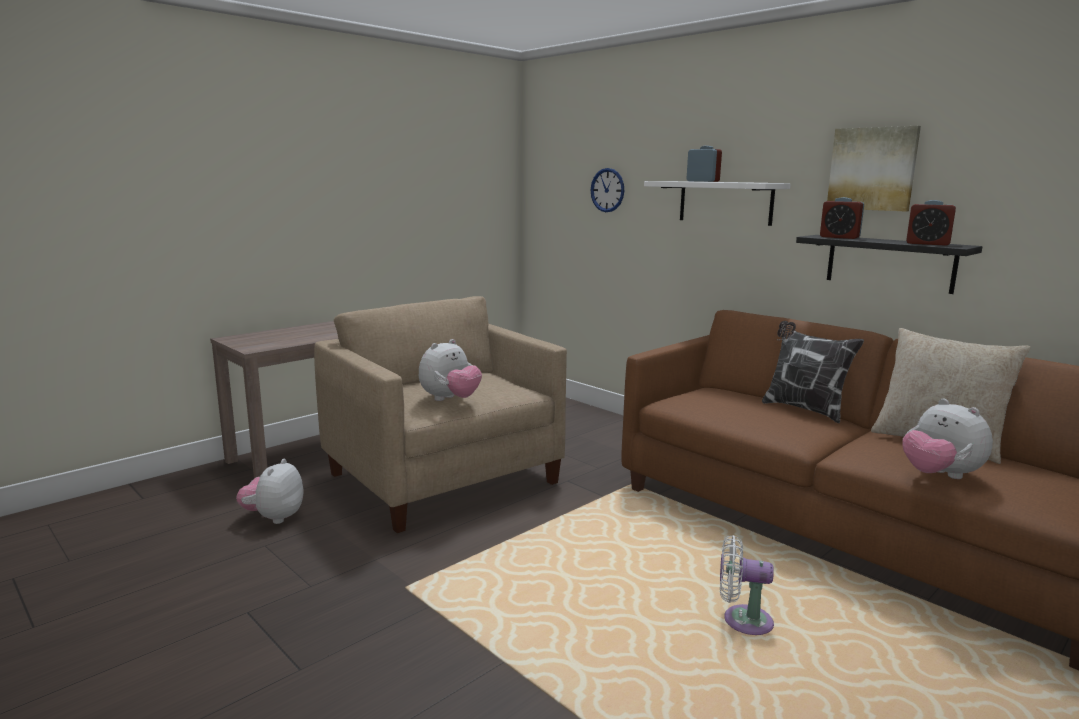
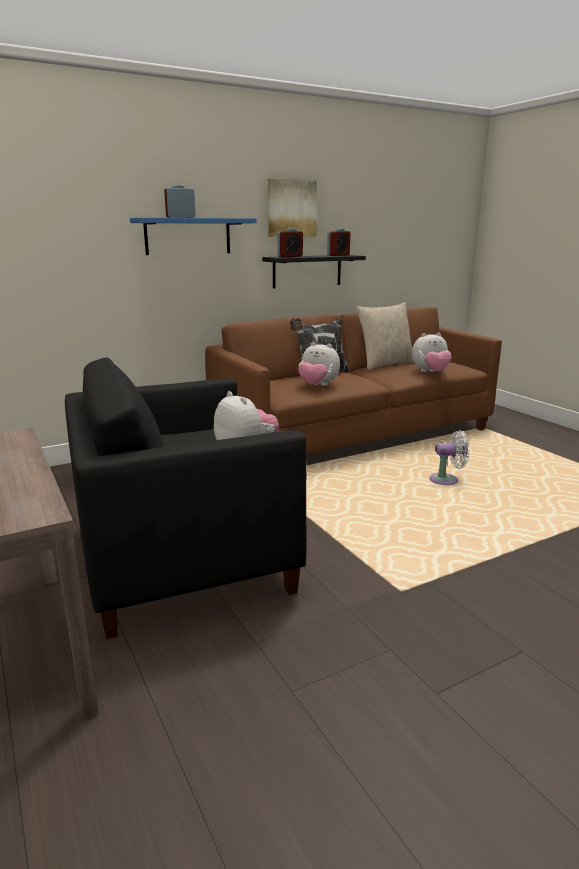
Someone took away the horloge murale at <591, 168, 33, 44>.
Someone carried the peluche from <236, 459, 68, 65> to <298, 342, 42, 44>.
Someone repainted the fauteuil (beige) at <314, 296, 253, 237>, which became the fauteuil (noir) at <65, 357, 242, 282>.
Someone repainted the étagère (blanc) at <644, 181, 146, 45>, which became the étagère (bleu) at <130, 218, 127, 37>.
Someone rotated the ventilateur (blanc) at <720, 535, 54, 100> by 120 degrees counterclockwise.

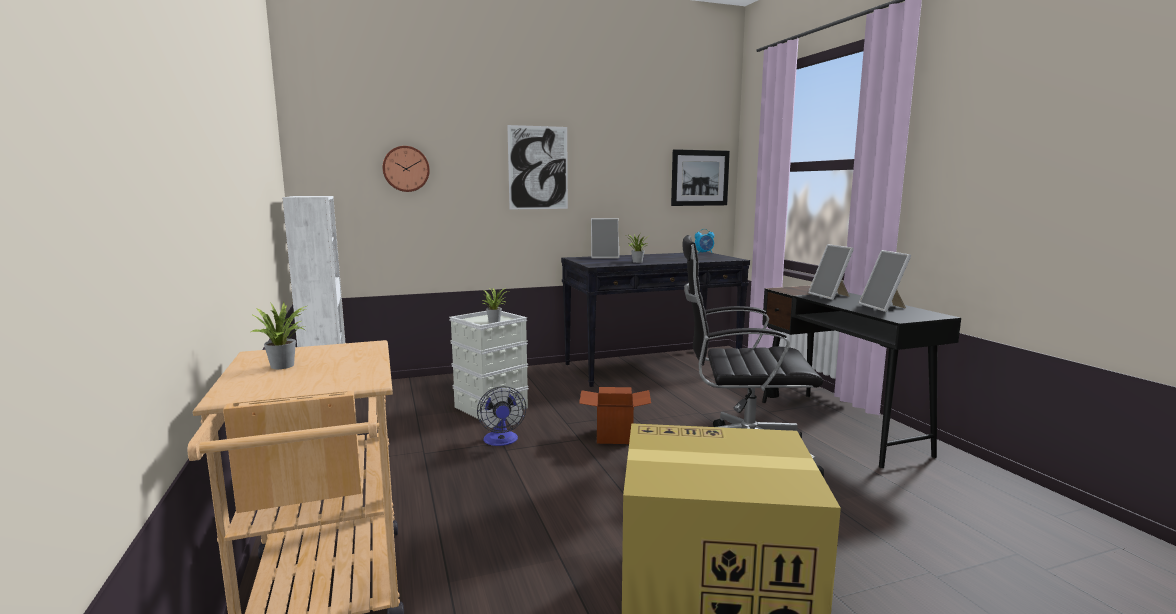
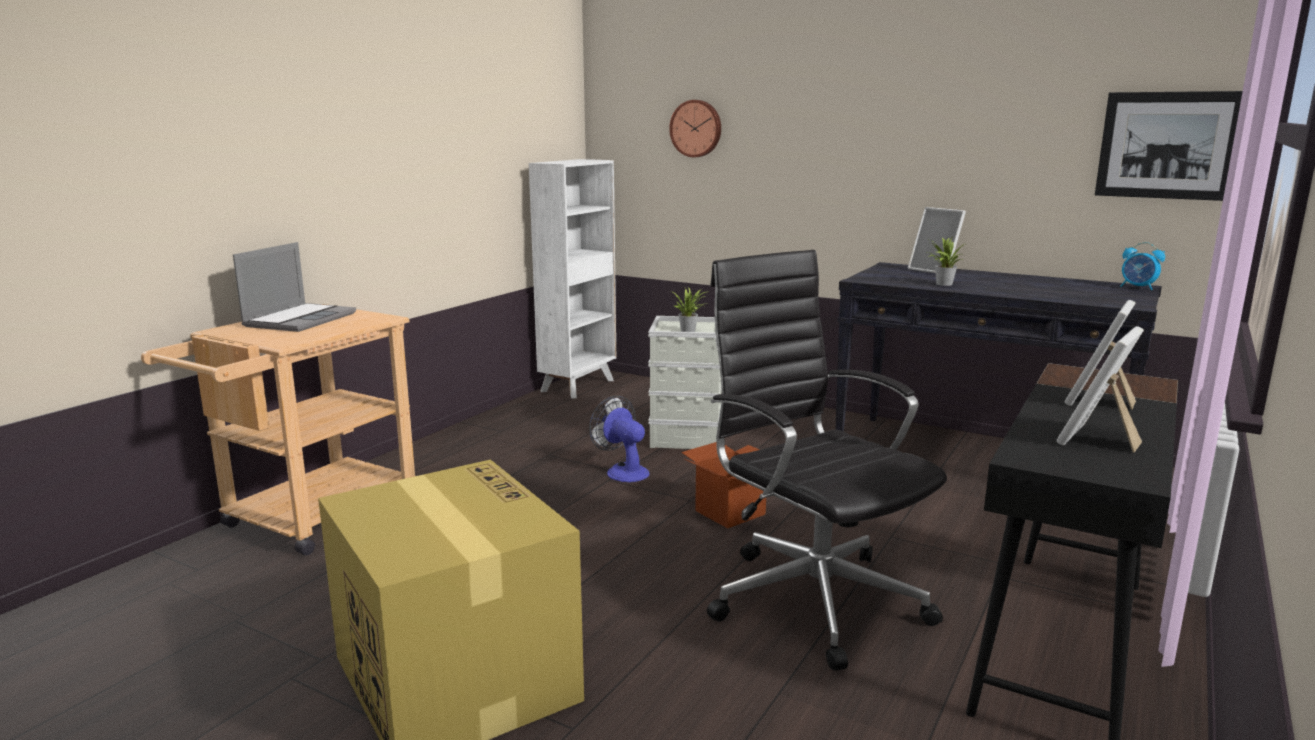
Someone took away the tableau at <507, 125, 61, 84>.
Someone swapped the plante en pot at <251, 302, 55, 67> for the ordinateur portable at <233, 242, 123, 90>.
Someone rotated the ventilateur at <477, 386, 49, 60> by 105 degrees clockwise.

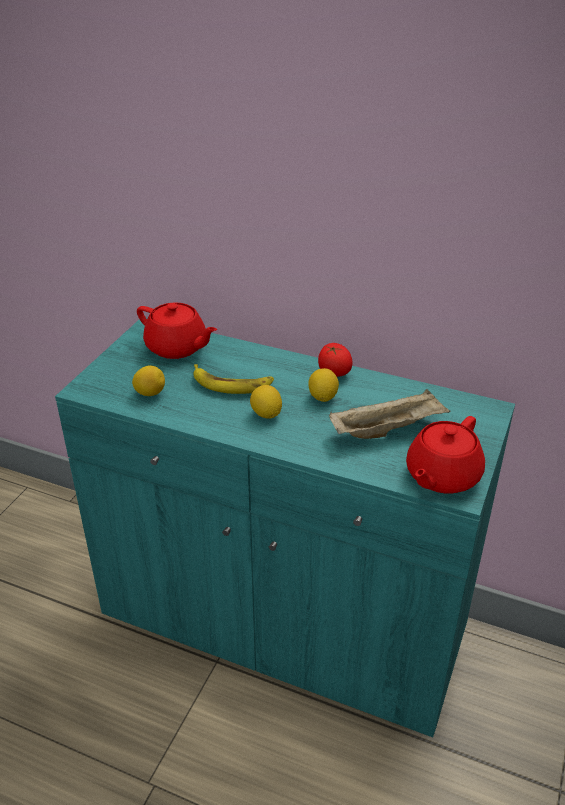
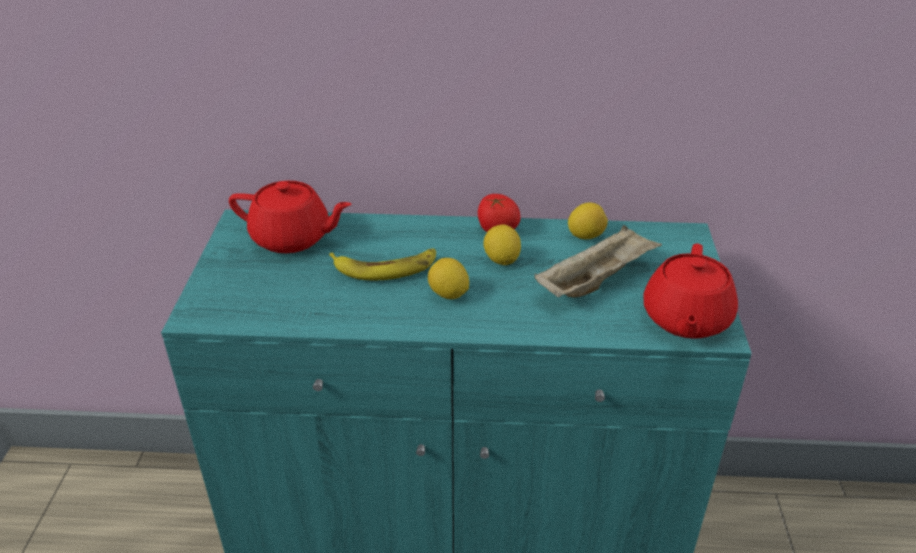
Someone carried the citron from <132, 366, 33, 30> to <568, 203, 40, 36>.

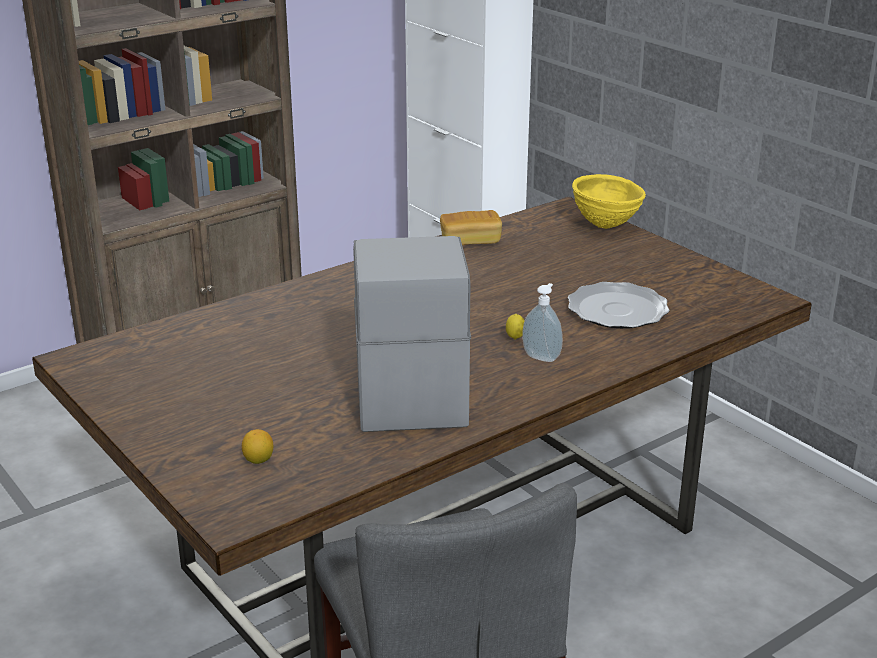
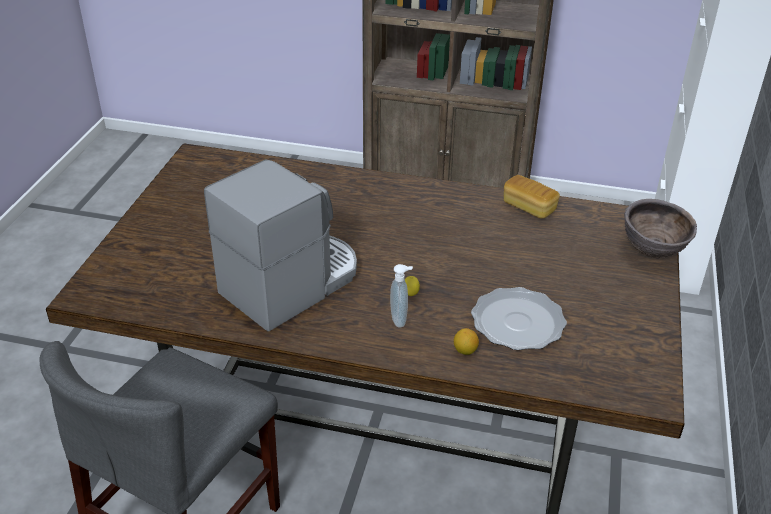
Someone carried the citron from <242, 429, 31, 35> to <454, 328, 25, 27>.
Someone repainted the bol (jaune) at <572, 174, 74, 55>, which became the bol (marron) at <624, 199, 73, 59>.

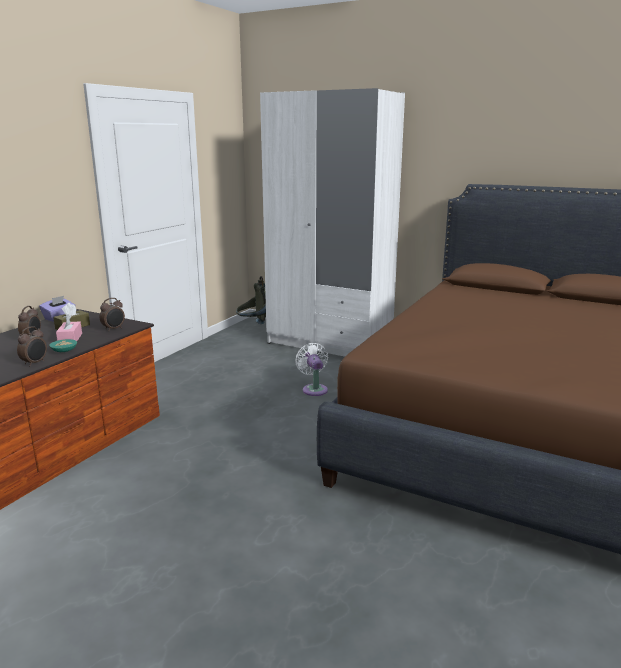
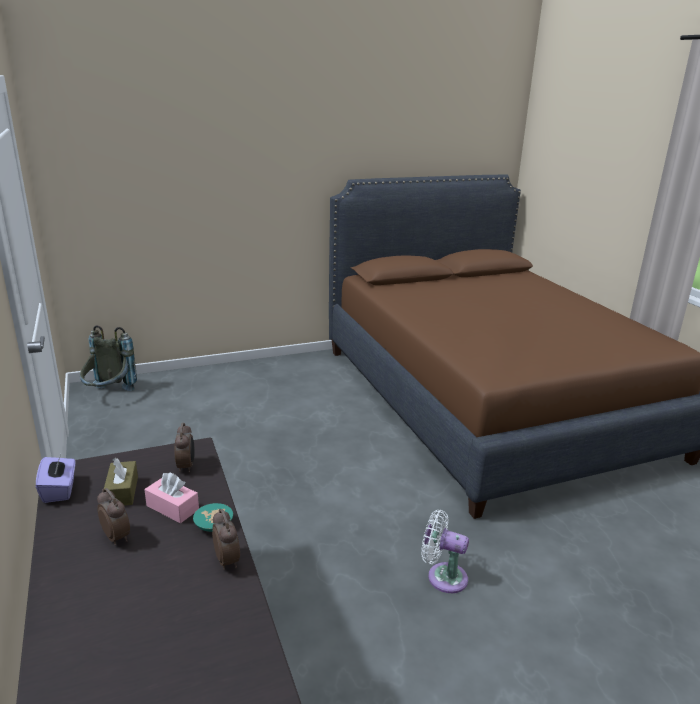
Someone took away the armoire (blanc) at <260, 88, 145, 269>.
Someone carried the ventilateur (blanc) from <295, 343, 33, 53> to <421, 510, 48, 83>.

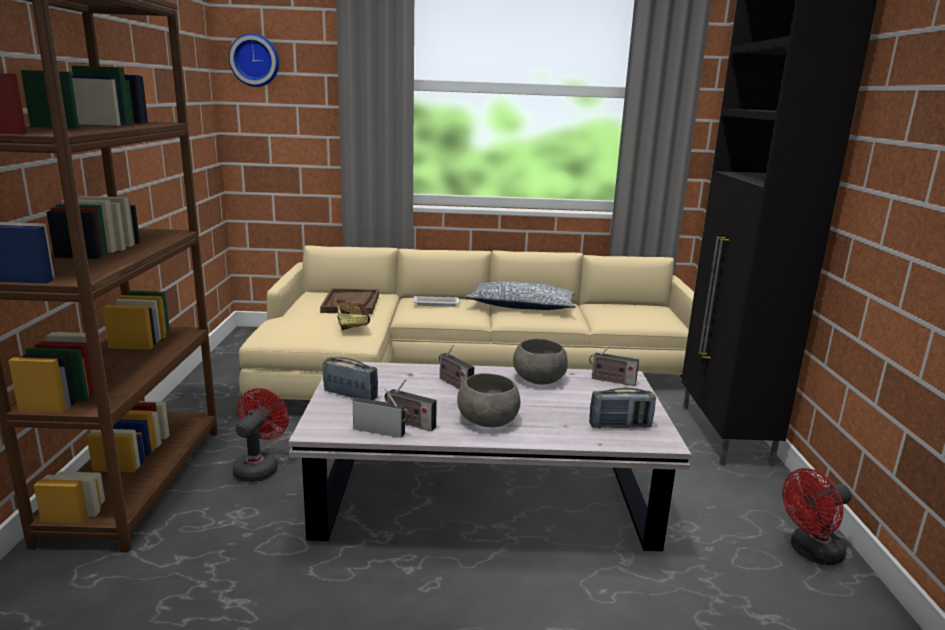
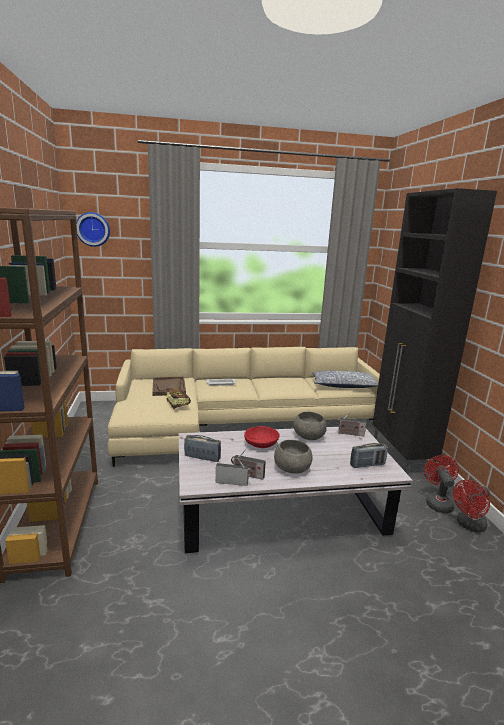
Someone carried the ventilateur (rouge) from <233, 388, 56, 94> to <424, 455, 35, 58>.
Someone carried the coussin from <465, 281, 111, 29> to <312, 371, 66, 17>.
Someone swapped the radio at <439, 345, 35, 44> for the bol (rouge) at <244, 426, 36, 22>.

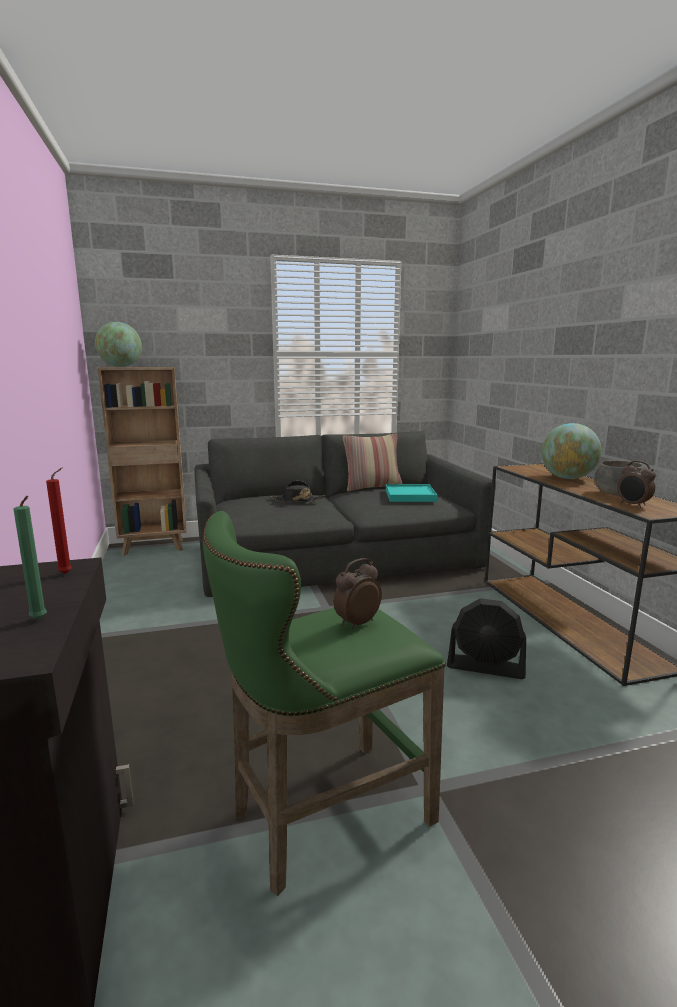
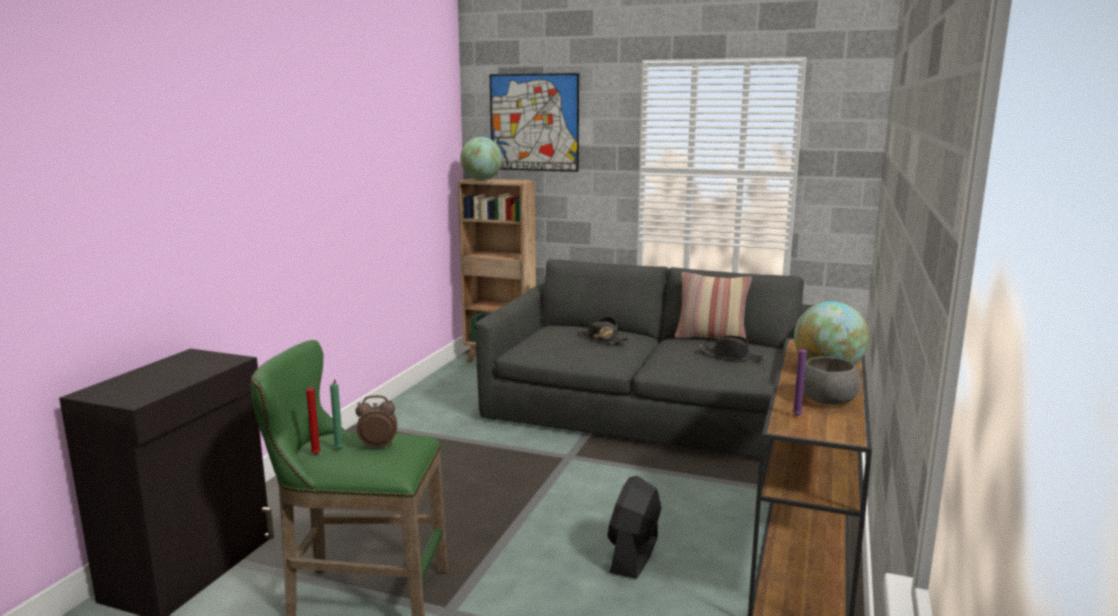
Someone put up the tableau at <490, 73, 89, 99>.
Someone carried the bougie (vert) from <13, 496, 34, 123> to <330, 380, 14, 69>.
Someone carried the bougie (rouge) from <46, 468, 26, 106> to <306, 381, 15, 73>.
Someone swapped the plateau (turquoise) at <386, 484, 51, 18> for the chapeau (noir) at <699, 335, 66, 26>.
Someone swapped the réveil at <617, 461, 39, 47> for the bougie (violet) at <792, 343, 19, 73>.
Someone rotated the ventilateur (noir) at <447, 598, 79, 81> by 60 degrees clockwise.

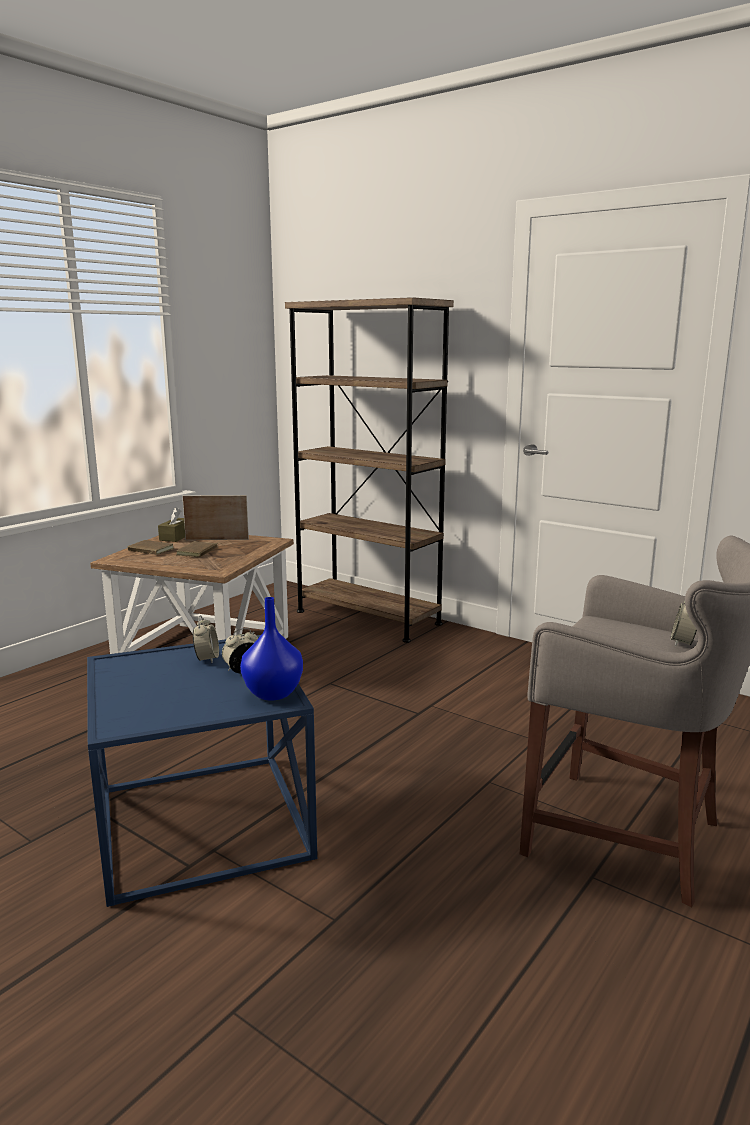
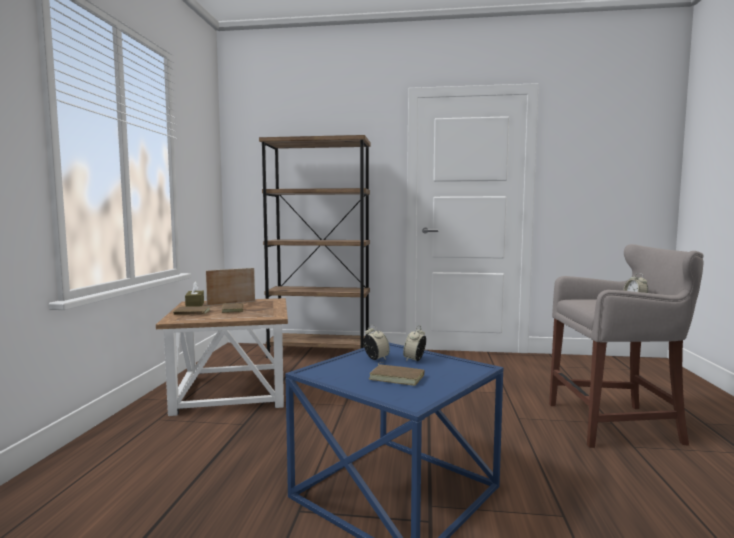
Someone took away the vase (bleu) at <240, 597, 63, 104>.
Someone put down the livre (marron) at <369, 362, 56, 24>.

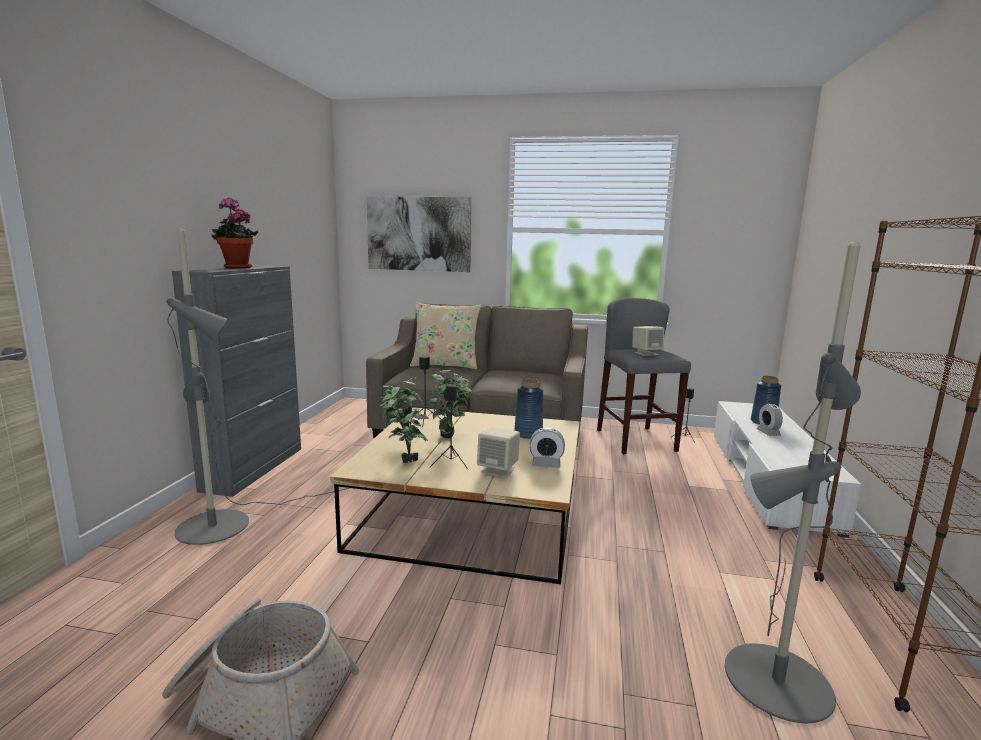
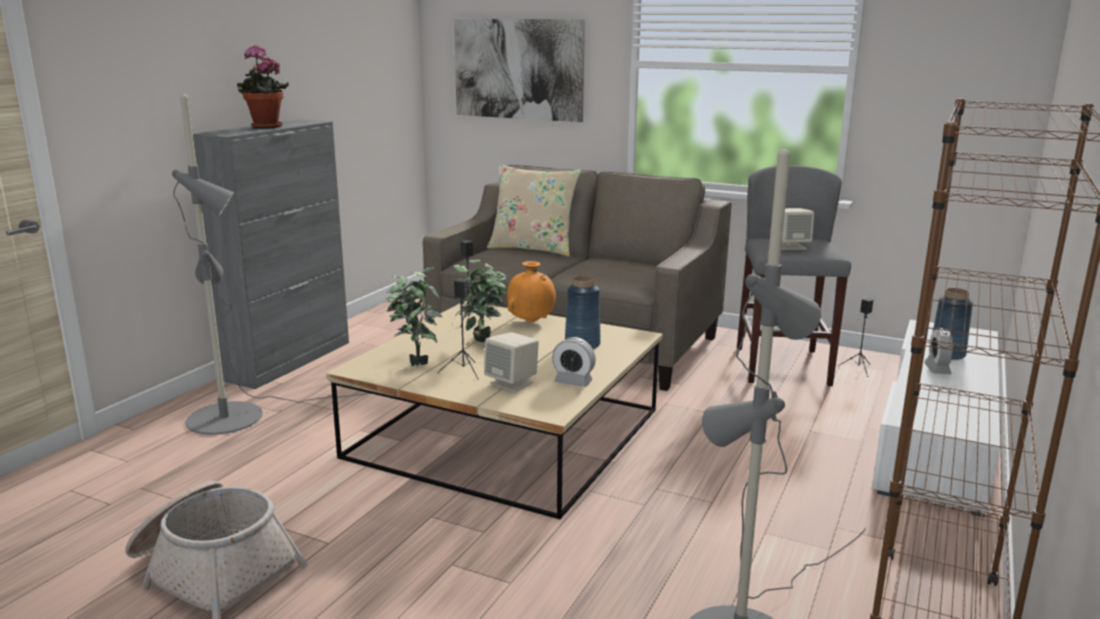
Someone put down the vase (orange) at <507, 261, 49, 62>.

